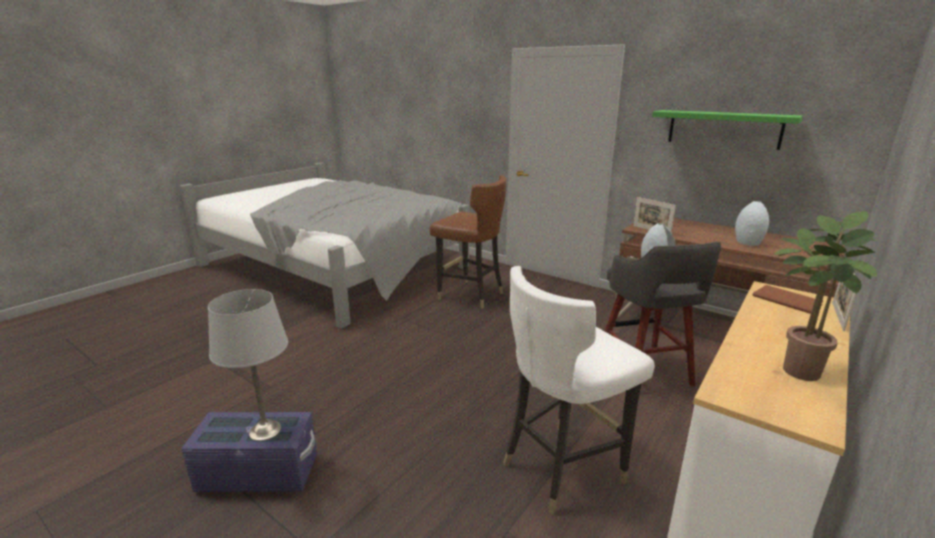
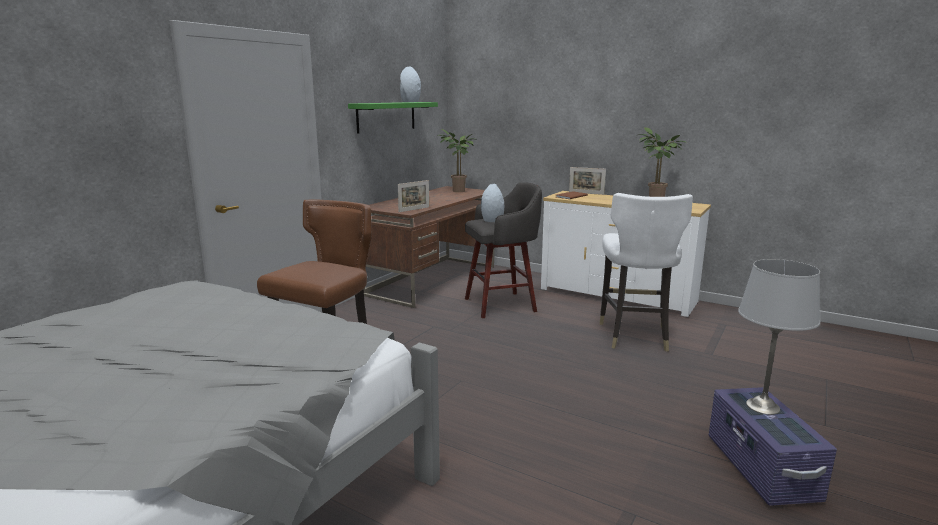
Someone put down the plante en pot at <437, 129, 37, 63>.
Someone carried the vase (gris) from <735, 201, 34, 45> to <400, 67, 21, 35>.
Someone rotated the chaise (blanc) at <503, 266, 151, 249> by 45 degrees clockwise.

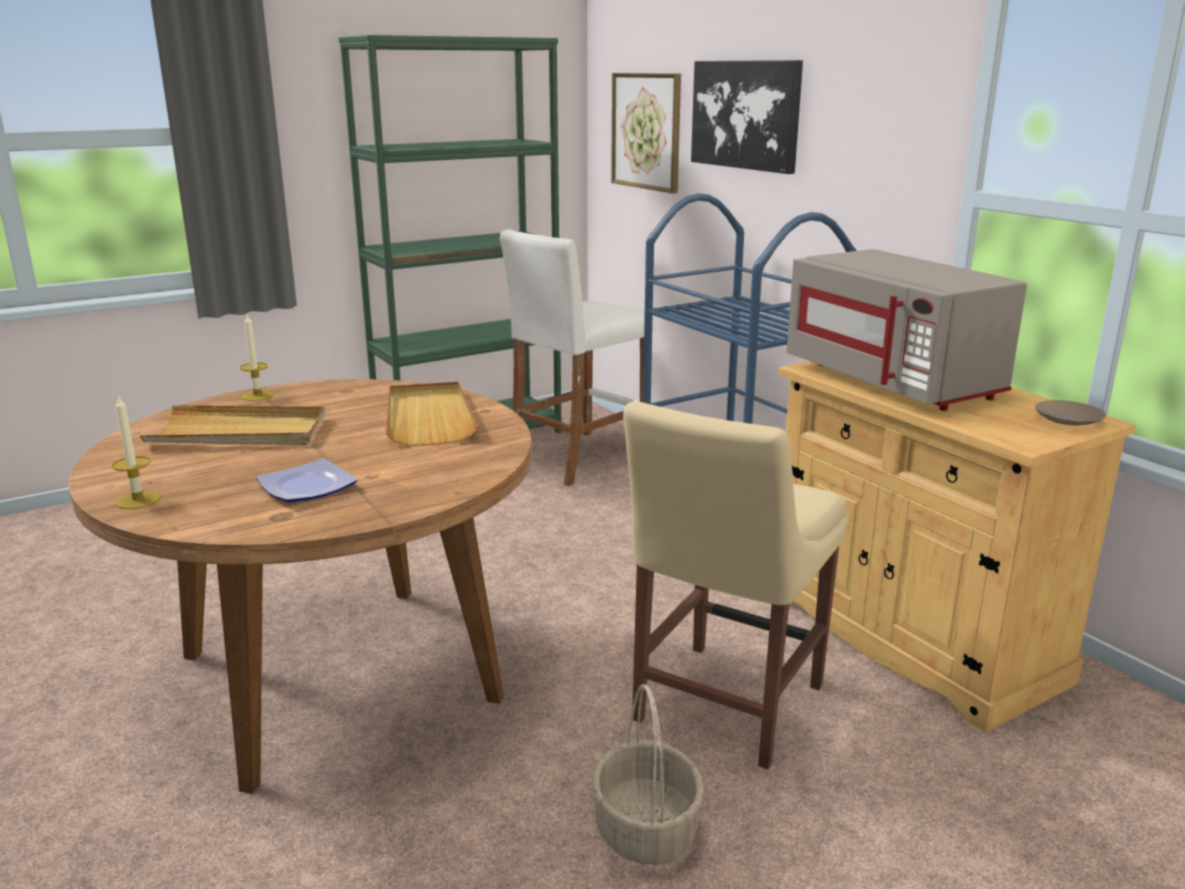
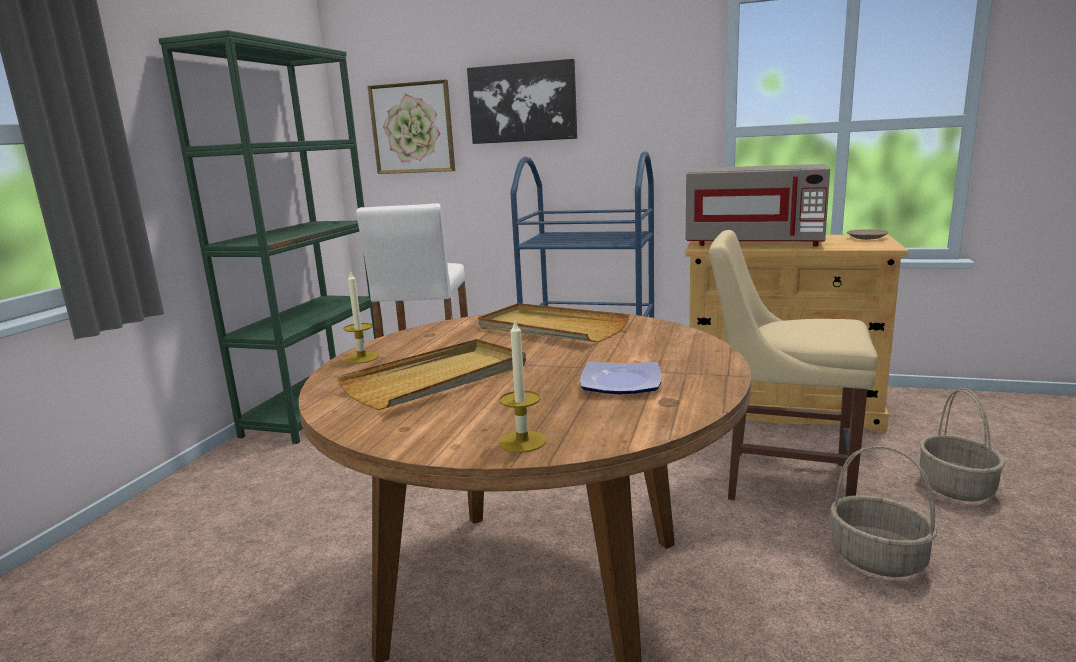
Someone put down the panier at <919, 388, 86, 114>.
Someone rotated the chaise (beige) at <623, 401, 225, 368> by 120 degrees clockwise.

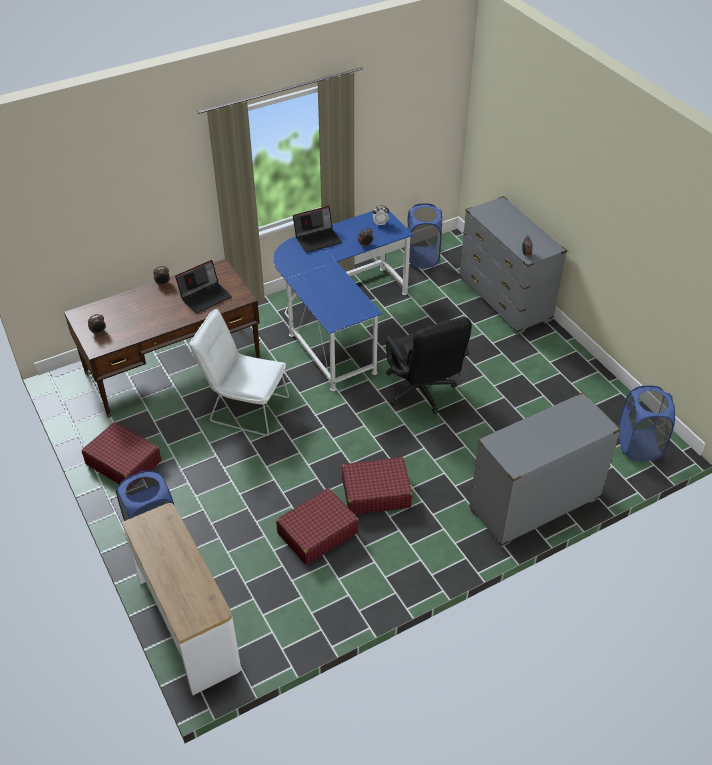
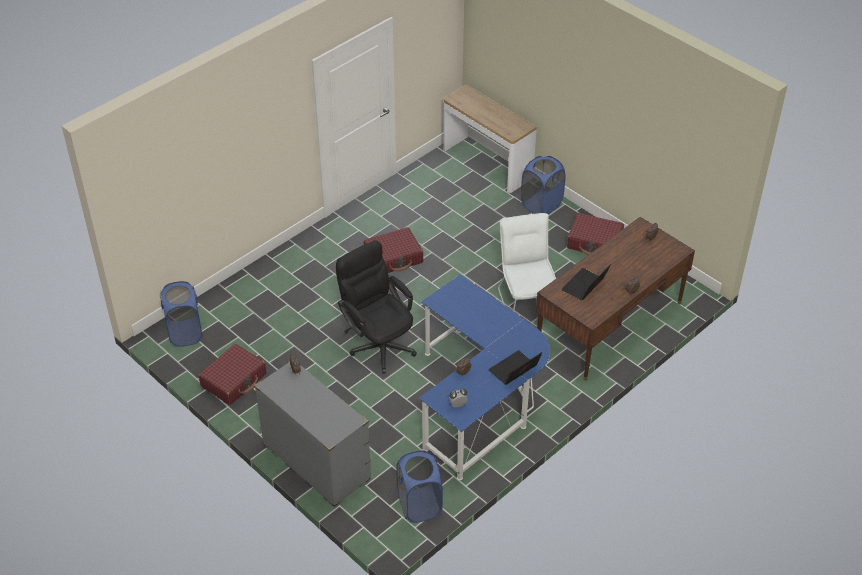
Someone took away the commode (gris) at <469, 392, 152, 156>.
Someone carried the valise (rouge) from <276, 488, 83, 77> to <198, 344, 68, 61>.
Someone rotated the chaise (blanc) at <189, 309, 100, 127> by 105 degrees counterclockwise.

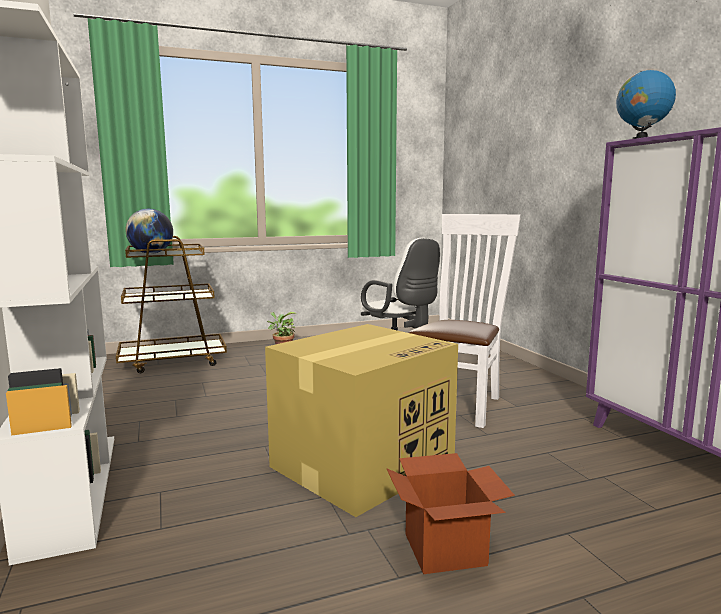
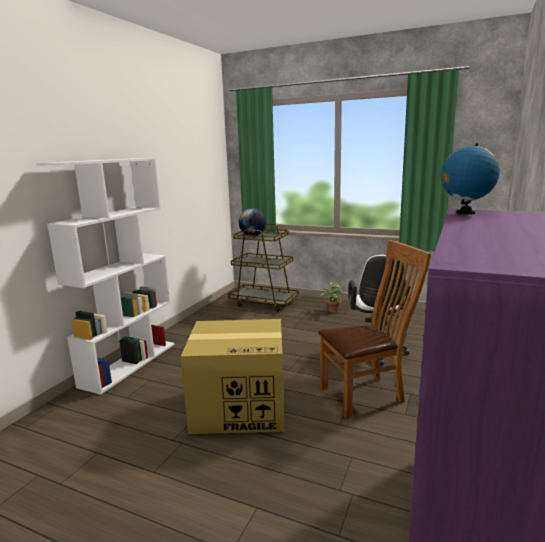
Someone took away the carton at <387, 453, 128, 121>.
Someone repainted the chaise (blanc) at <408, 214, 113, 214>, which became the chaise (marron) at <318, 240, 113, 179>.

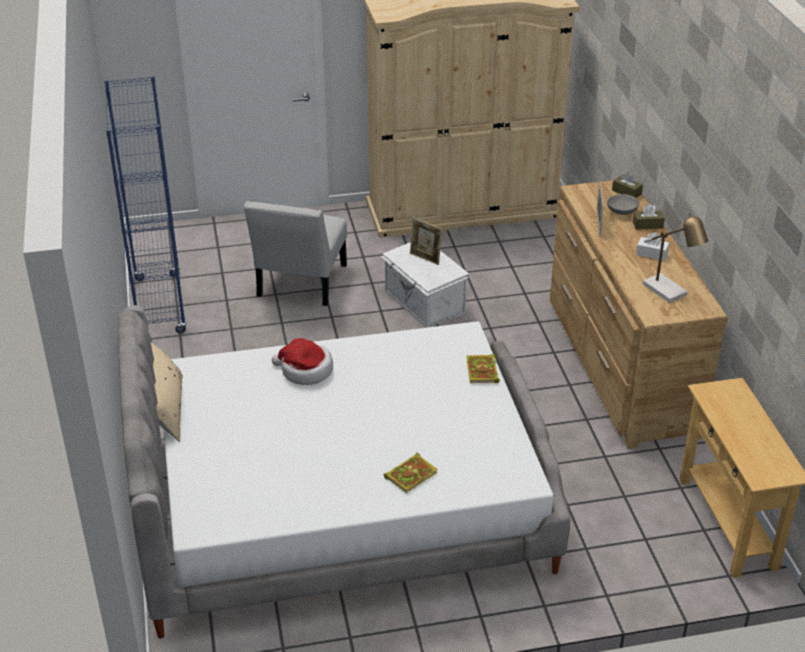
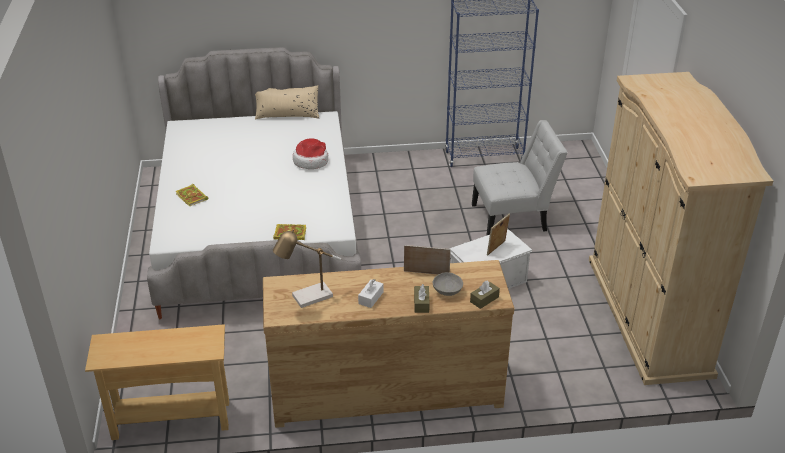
Someone rotated the chaise (blanc) at <244, 201, 103, 105> by 150 degrees clockwise.

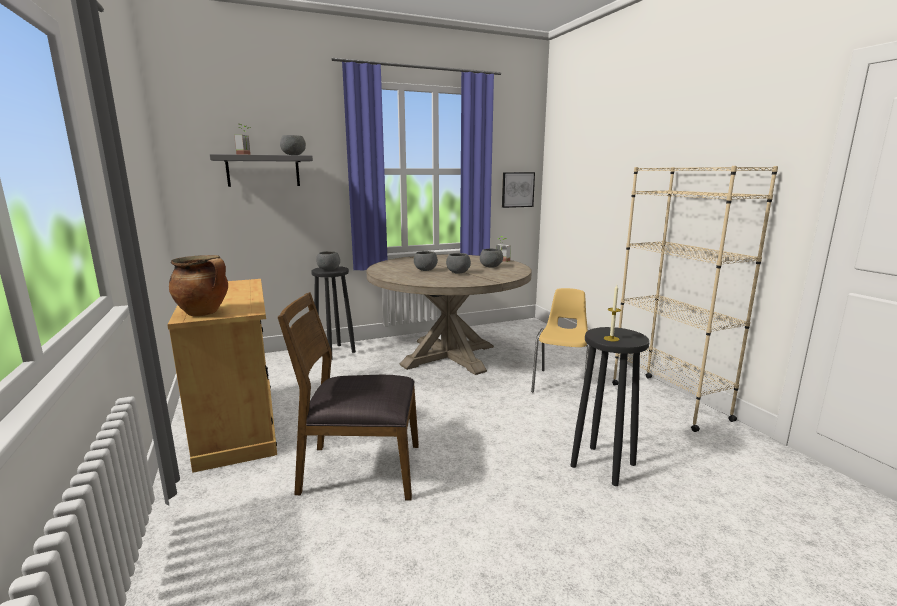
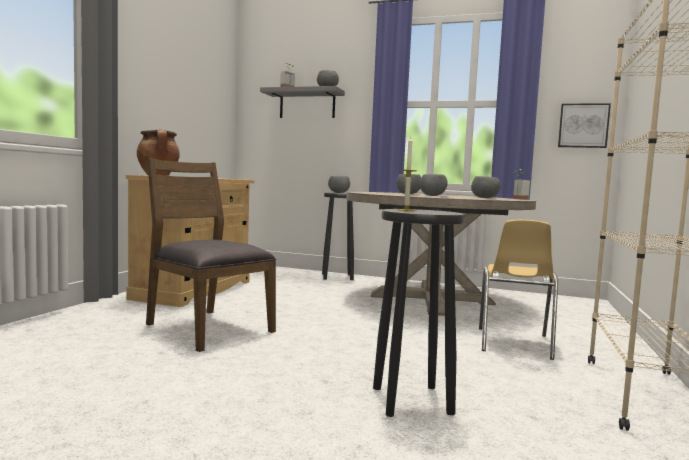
Someone rotated the chaise (jaune) at <531, 288, 59, 105> by 135 degrees clockwise.

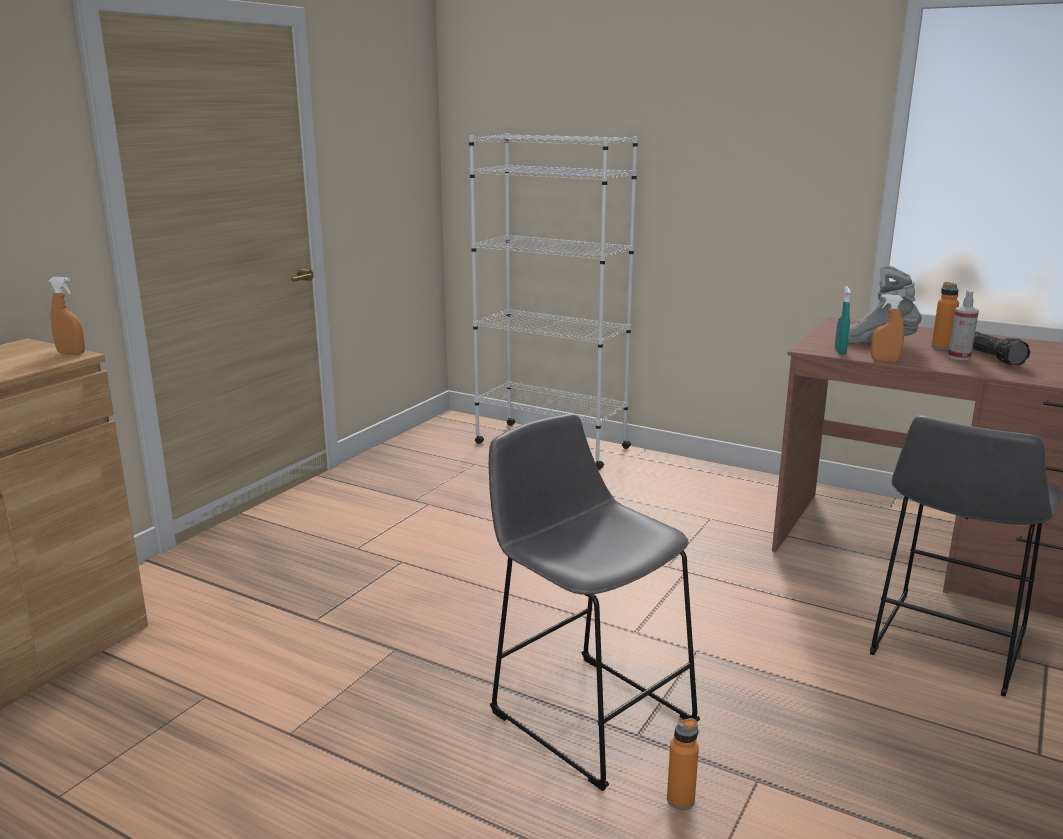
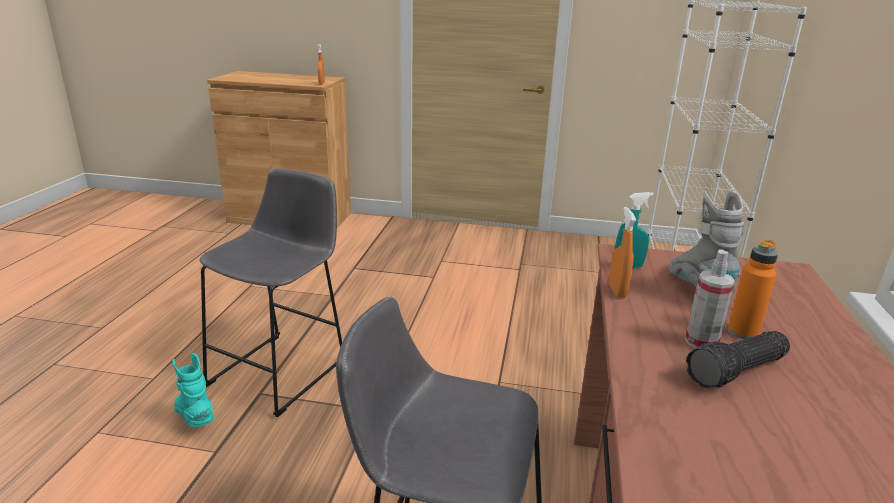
Someone swapped the bouteille (orange) at <667, 718, 32, 92> for the botte (turquoise) at <173, 353, 41, 75>.

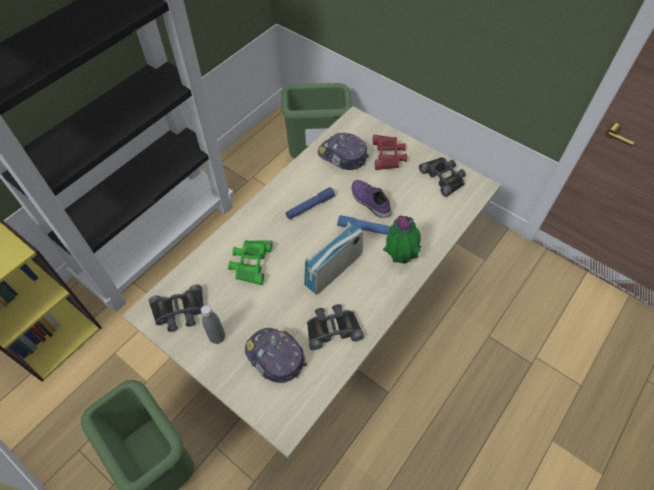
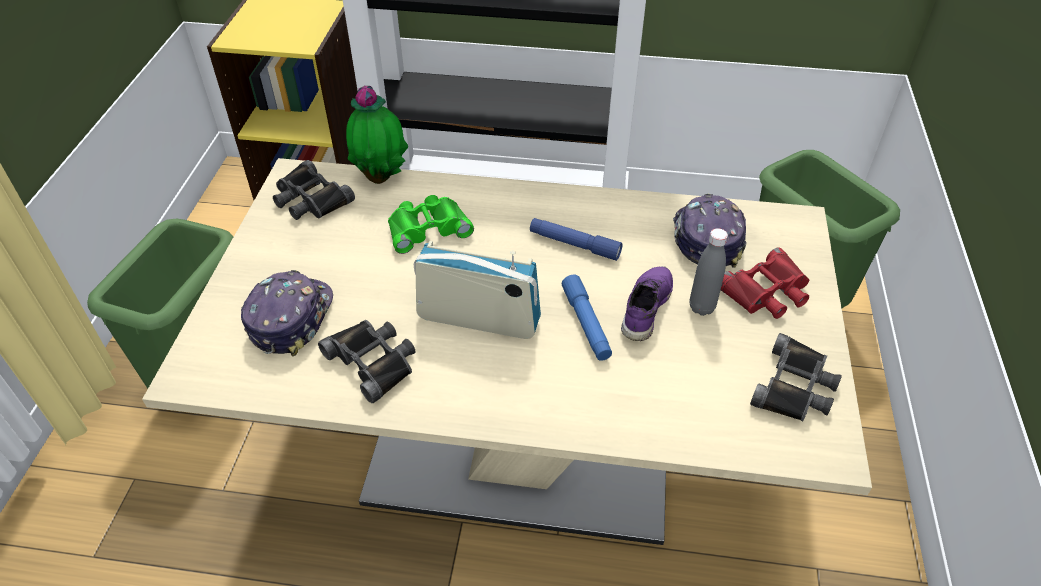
Someone carried the bouteille (gris) from <201, 305, 24, 39> to <690, 228, 38, 88>.
Someone carried the plante en pot from <383, 216, 38, 48> to <346, 86, 62, 98>.

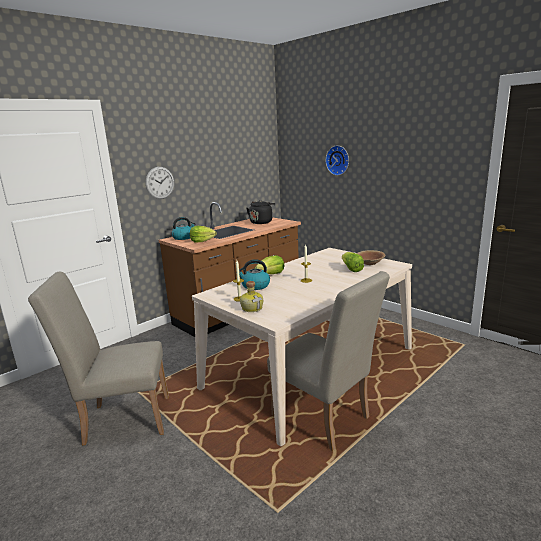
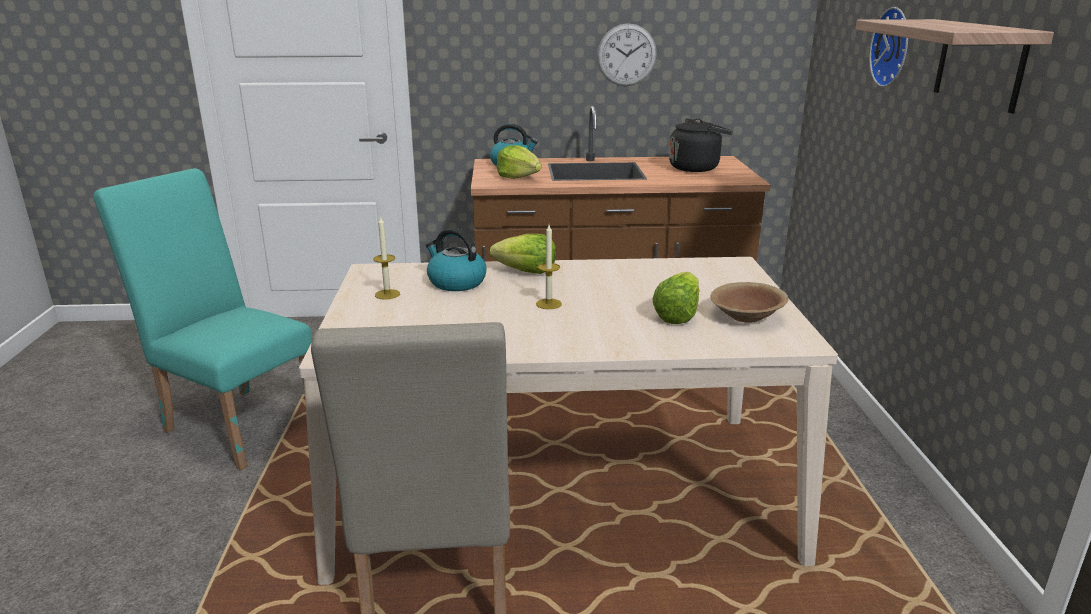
Someone took away the bouteille at <240, 281, 23, 31>.
Someone put up the étagère at <855, 19, 199, 94>.
Someone carried the horloge murale from <146, 167, 28, 32> to <597, 23, 60, 63>.
Someone repainted the chaise (beige) at <28, 272, 141, 173>, which became the chaise (turquoise) at <93, 168, 219, 302>.

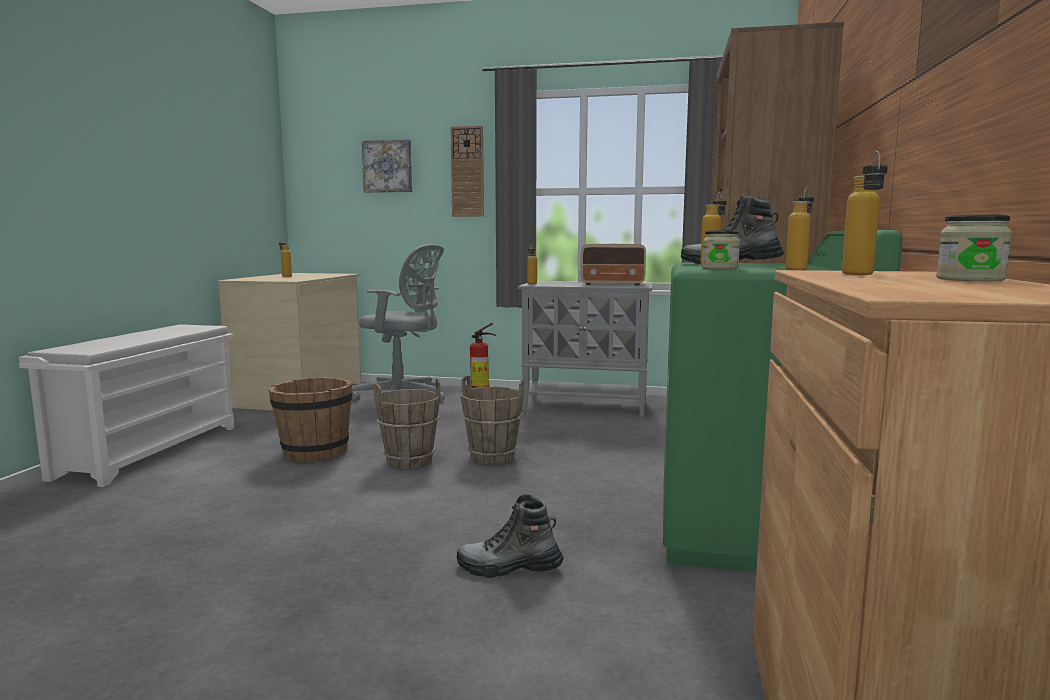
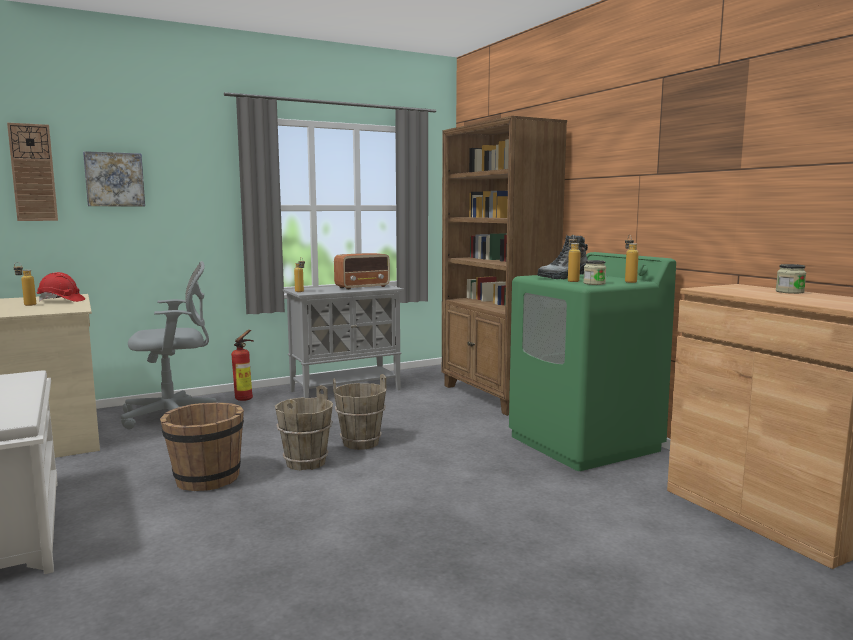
Someone took away the botte at <457, 494, 106, 84>.
Someone took away the bouteille at <842, 151, 46, 124>.
Someone put down the casque de chantier (rouge) at <37, 272, 48, 30>.
Someone carried the horloge murale from <450, 126, 34, 91> to <7, 123, 51, 98>.

